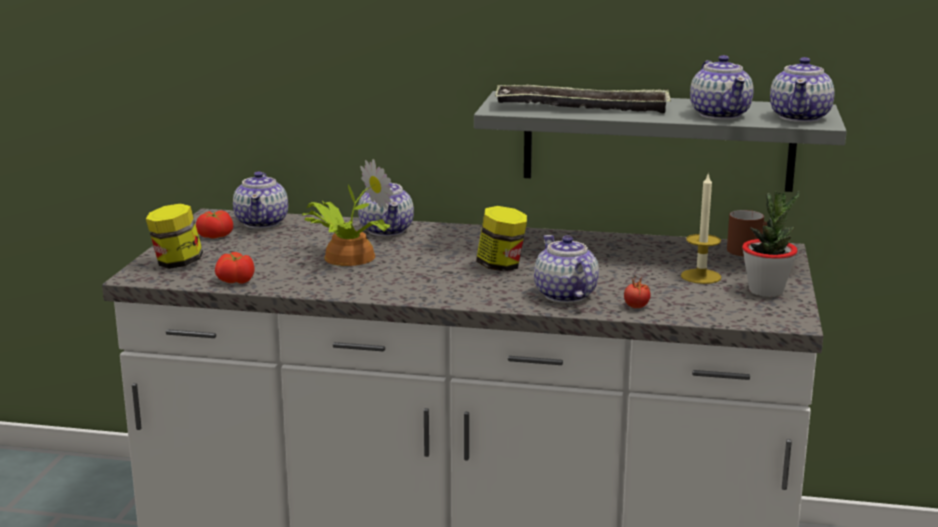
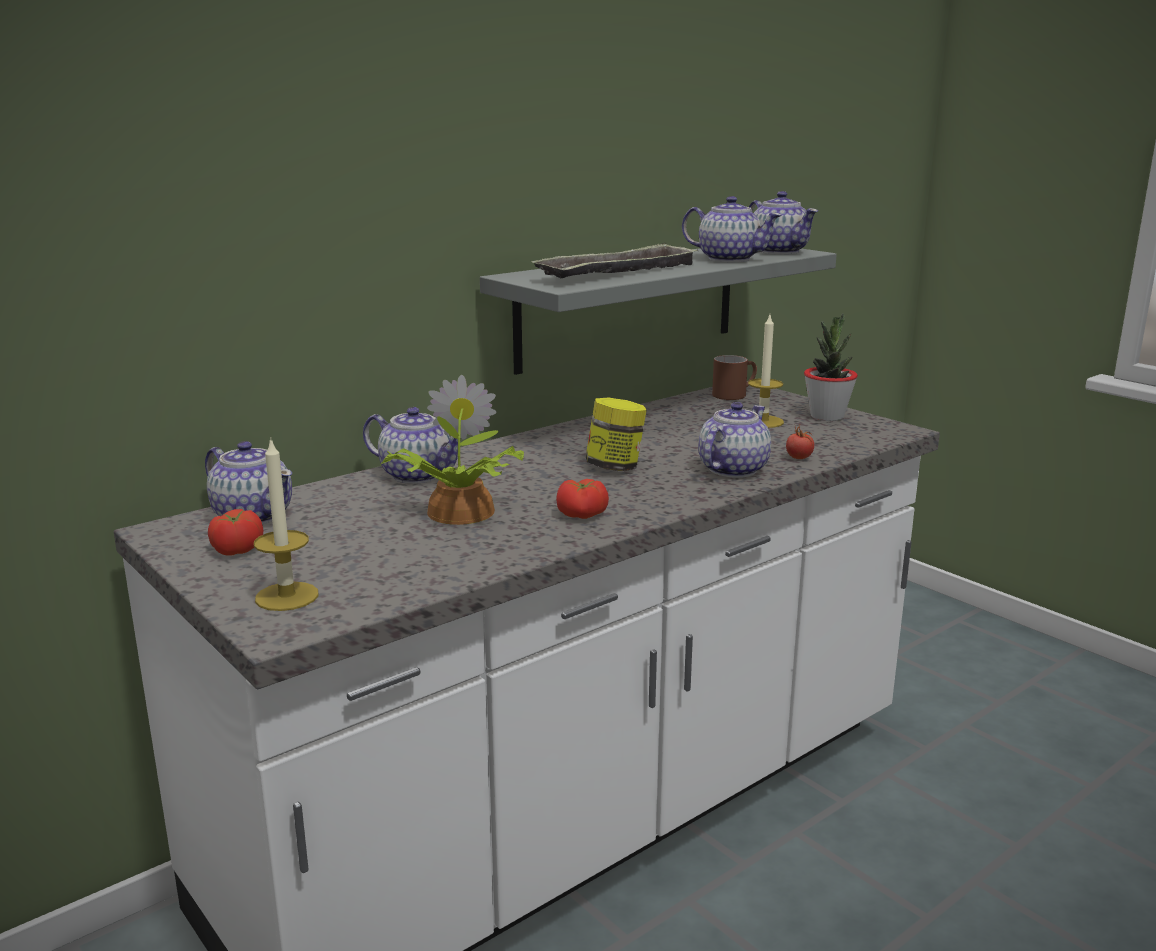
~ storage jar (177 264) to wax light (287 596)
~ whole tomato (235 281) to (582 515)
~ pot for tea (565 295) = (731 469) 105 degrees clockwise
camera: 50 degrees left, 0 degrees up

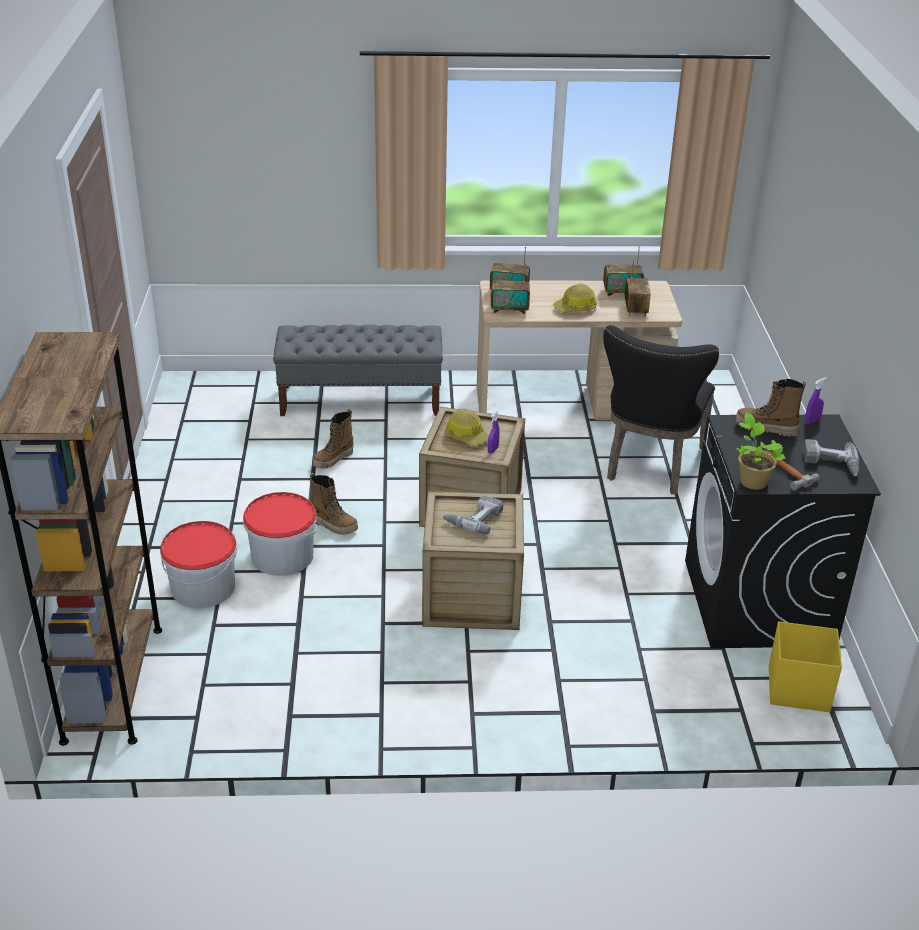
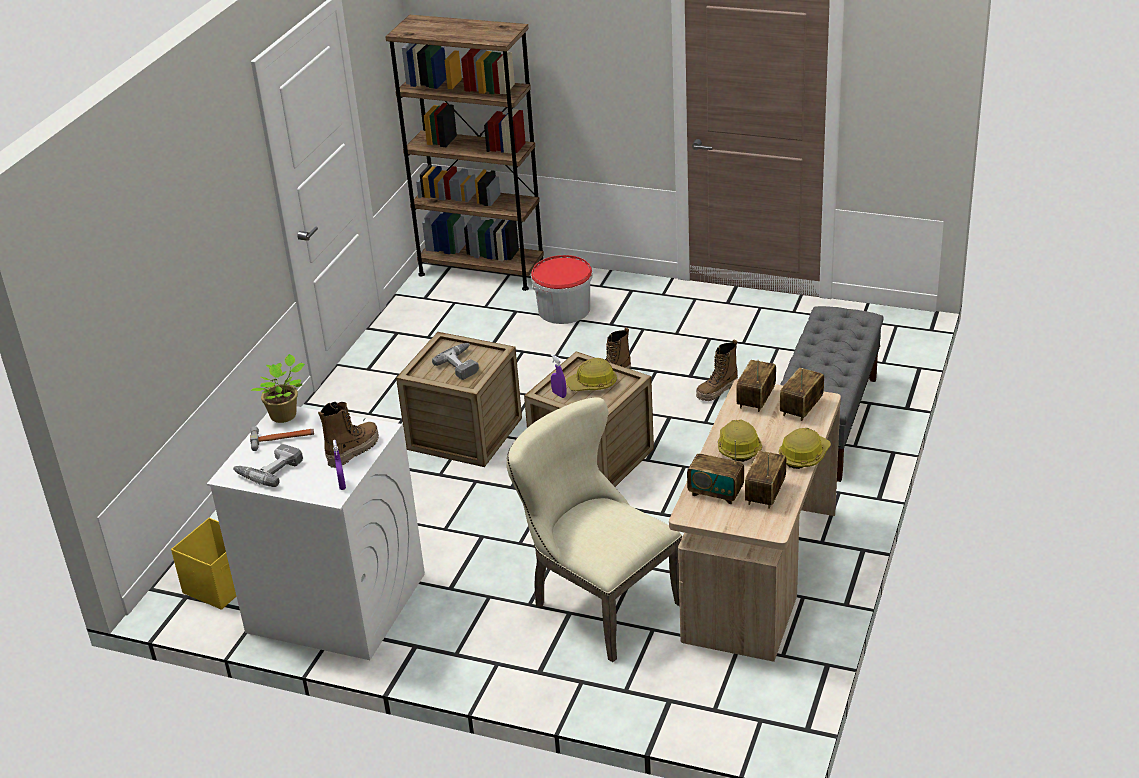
- pail (282 556)
~ high-top boot (333 459) = (717 391) 105 degrees counterclockwise
~ chair (black) (651 466) to chair (beige) (597 603)
~ laundry appliance (black) (759 603) to laundry appliance (white-coloured) (335 603)
+ hard hat (803 455)
camera: 115 degrees right, 0 degrees up

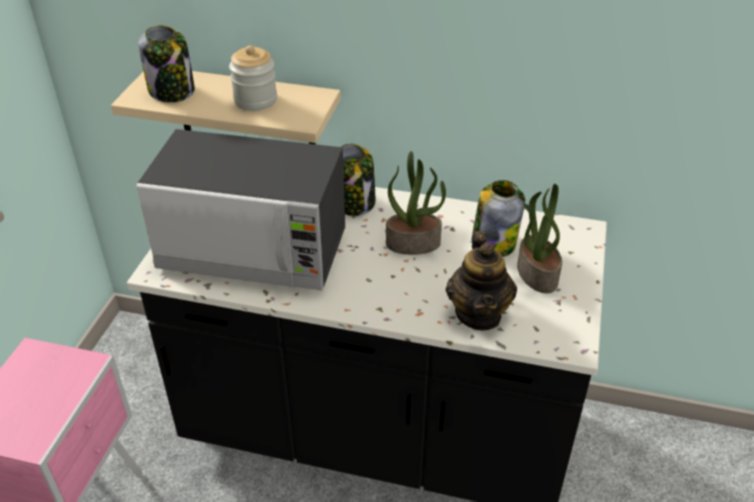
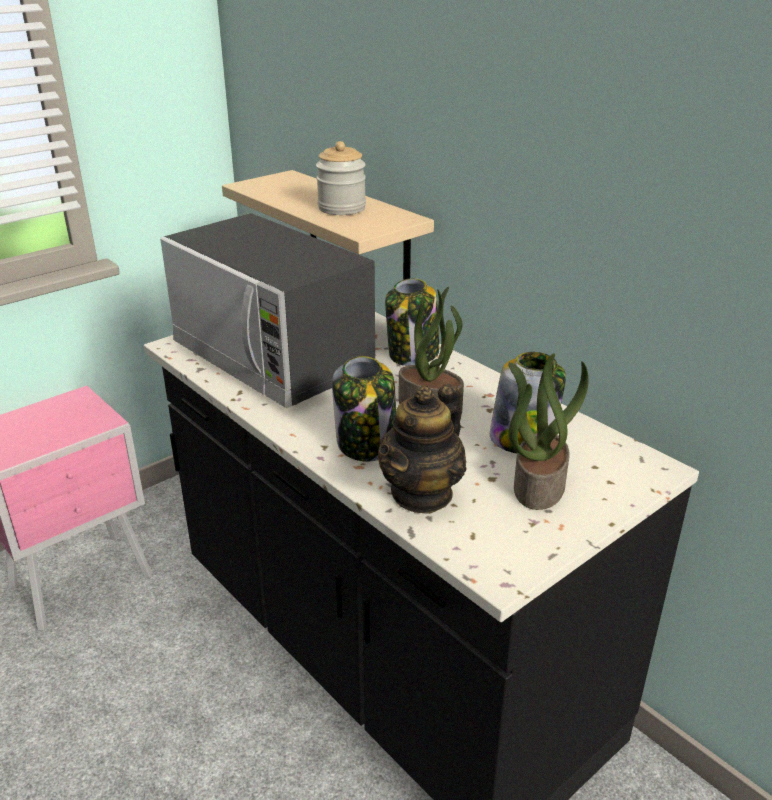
~ storage jar (172 91) to (367 444)
camera: 35 degrees right, 10 degrees down

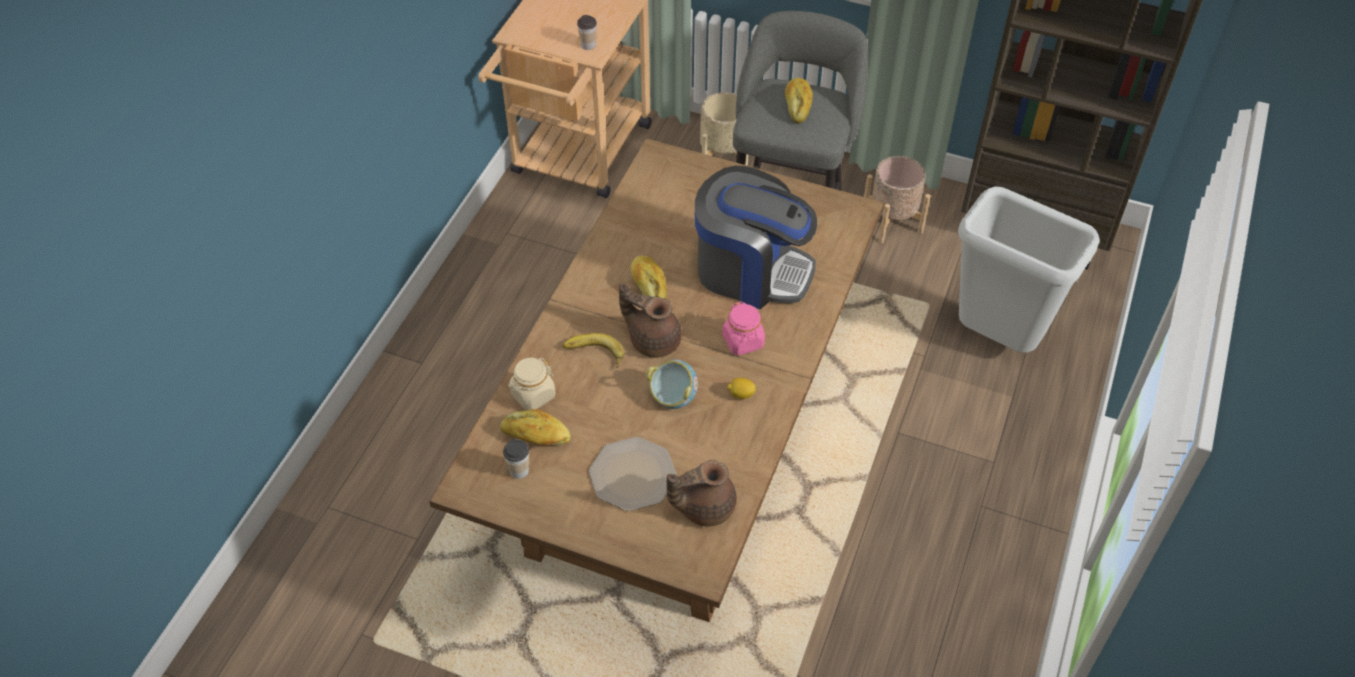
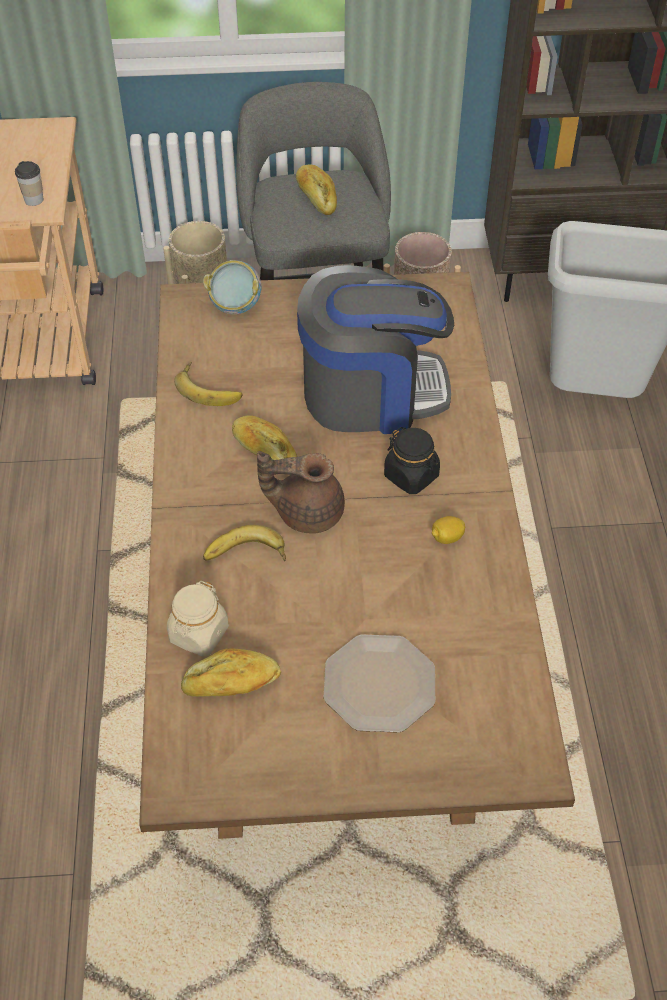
- drinking cup (519 470)
~ serving bowl (672 398) to (235 306)
- pot for tea (brown-coloured) (703 507)
~ storage jar (pink) (743 341) to storage jar (black) (411 476)
+ banana fruit (210 388)
camera: 25 degrees left, 0 degrees up

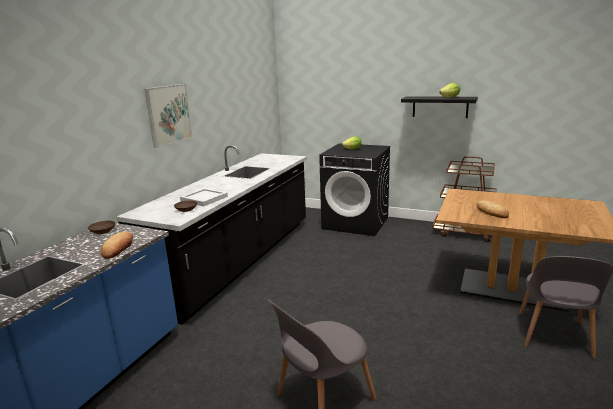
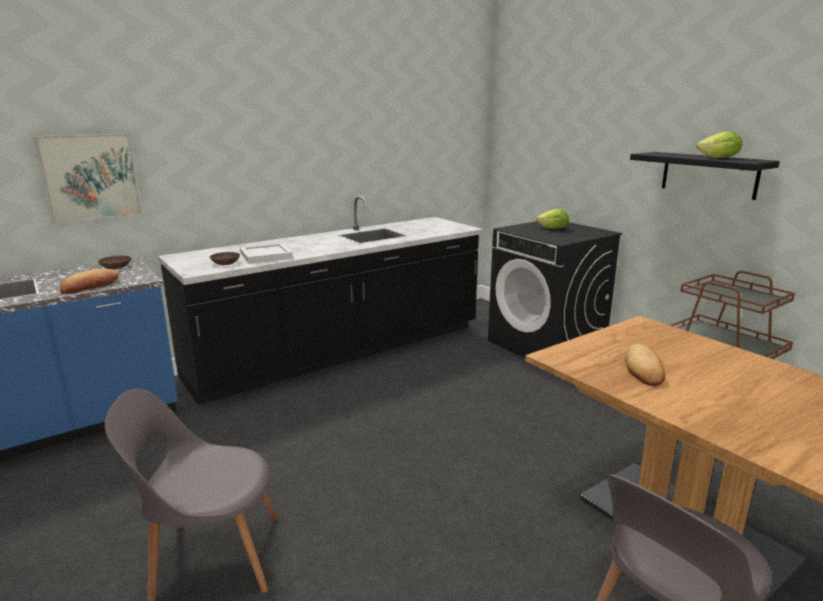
~ wall picture (168 114) to (90 177)
camera: 30 degrees right, 0 degrees up

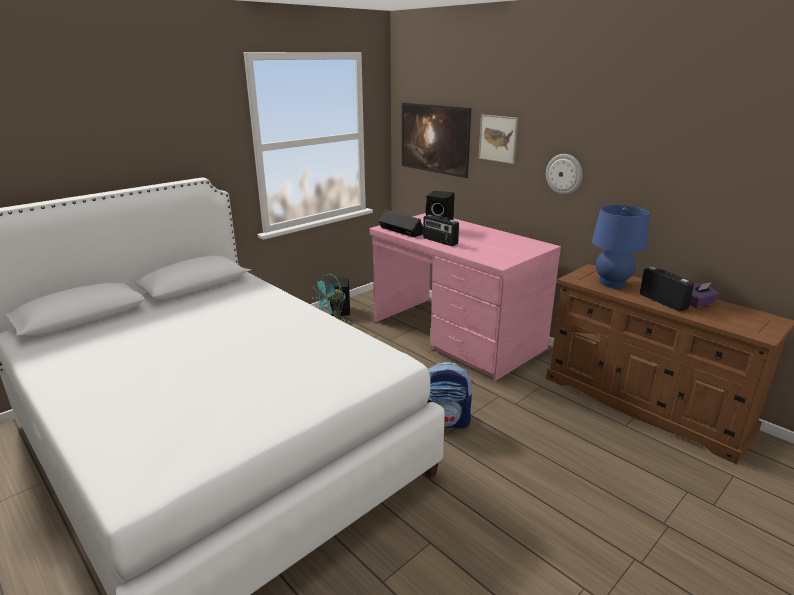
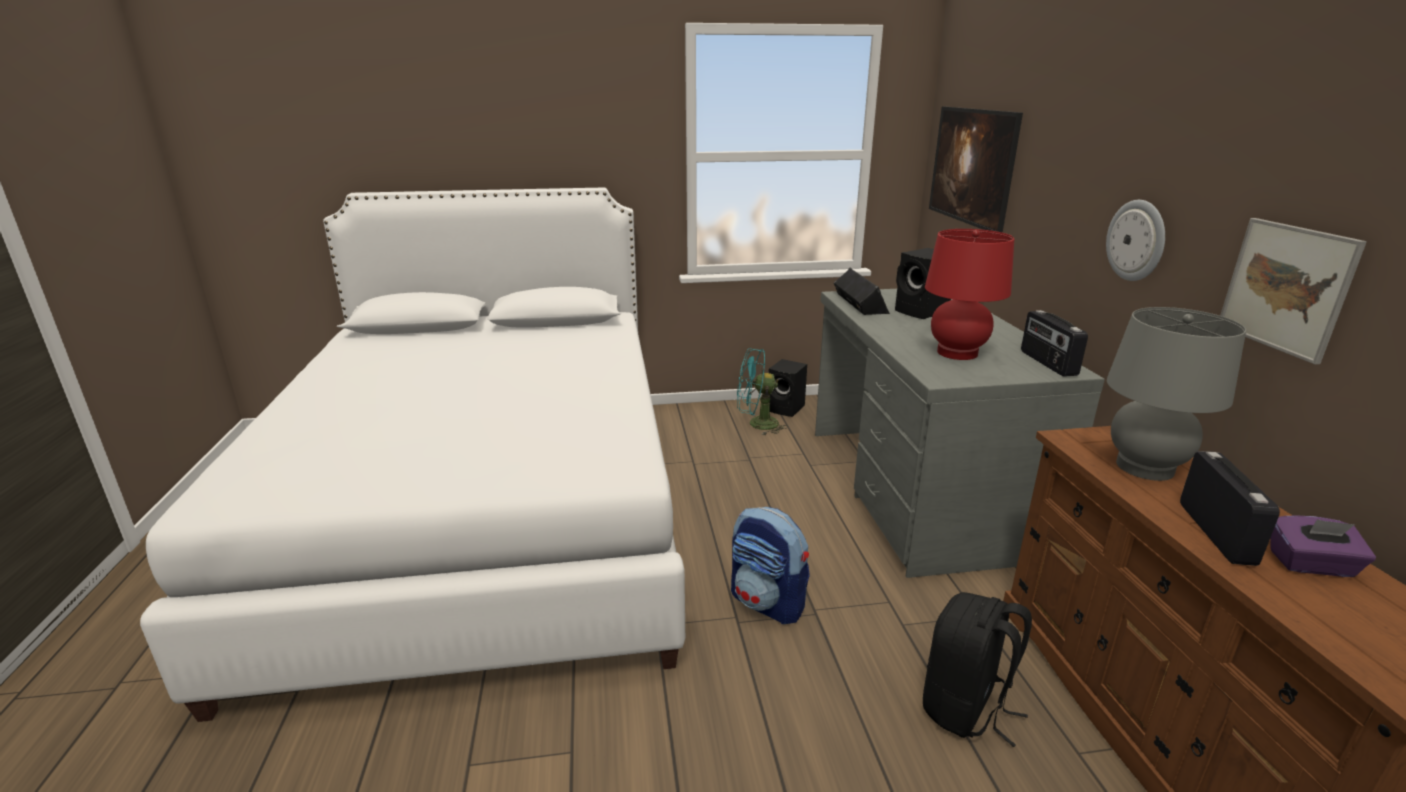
~ desk (pink) (456 335) to desk (greyish) (916 490)
~ radio set (439 241) to (1047 363)
~ wall picture (498 138) to (1286 288)
~ tabletop lamp (bluish) (612 283) to tabletop lamp (greyish) (1144 467)
+ rucksack (black) (966 708)
+ tabletop lamp (red) (957 353)
camera: 35 degrees right, 0 degrees up

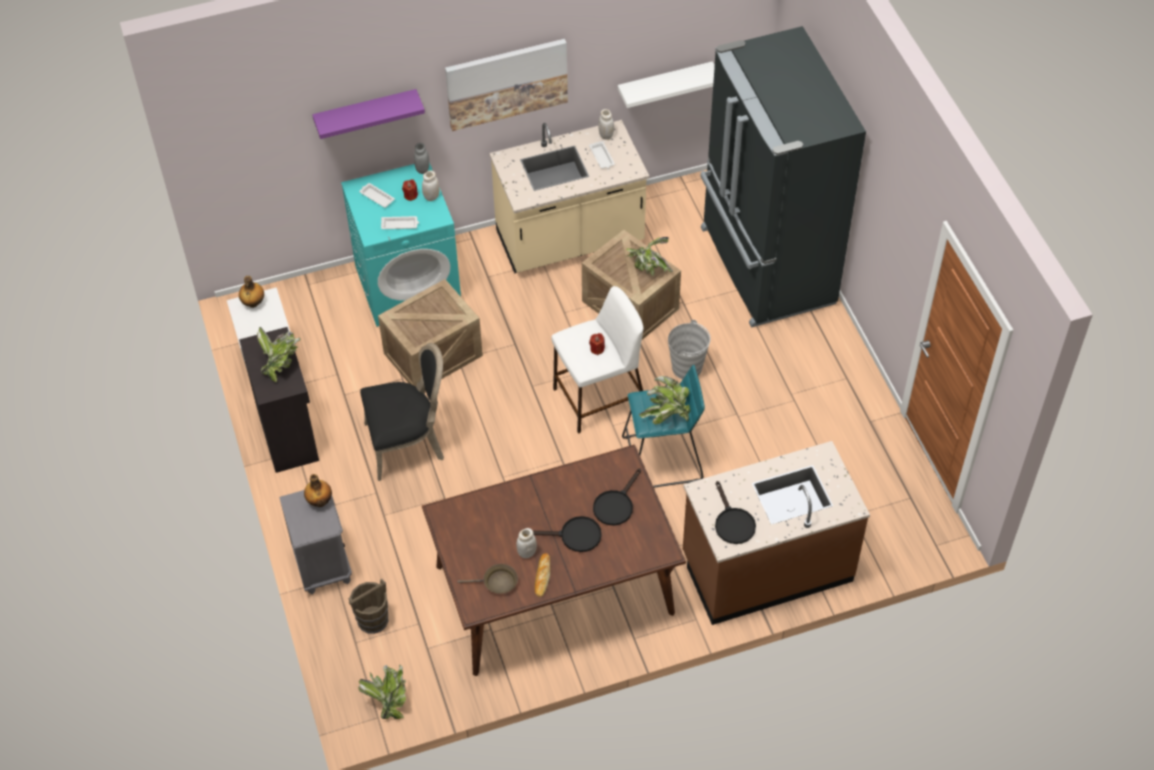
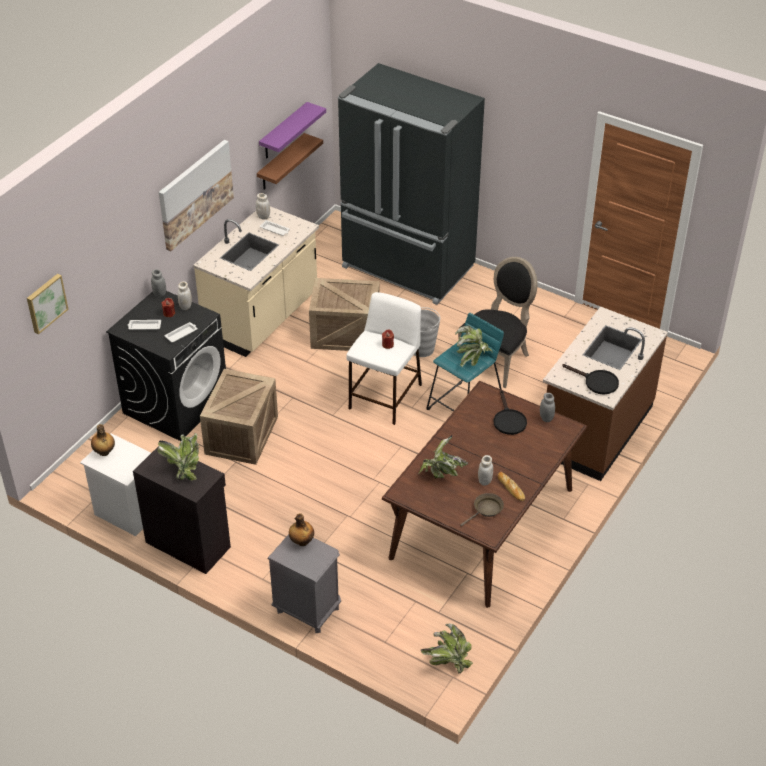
~ bracket shelf (purplish) (366 113) to (283 131)
~ laundry appliance (turquoise-coloured) (408 284) to laundry appliance (black) (176 403)
- pail (brown-coloured) (373 619)
~ chair (black) (408 443) to (496 359)
- skillet (black) (574 536)
~ bracket shelf (white-coloured) (664 84) to bracket shelf (brown-coloured) (281 163)
~ houseplant (647 268) to (441 474)
+ wall picture (45 303)
+ storage jar (greyish) (546 418)
camera: 40 degrees left, 10 degrees down

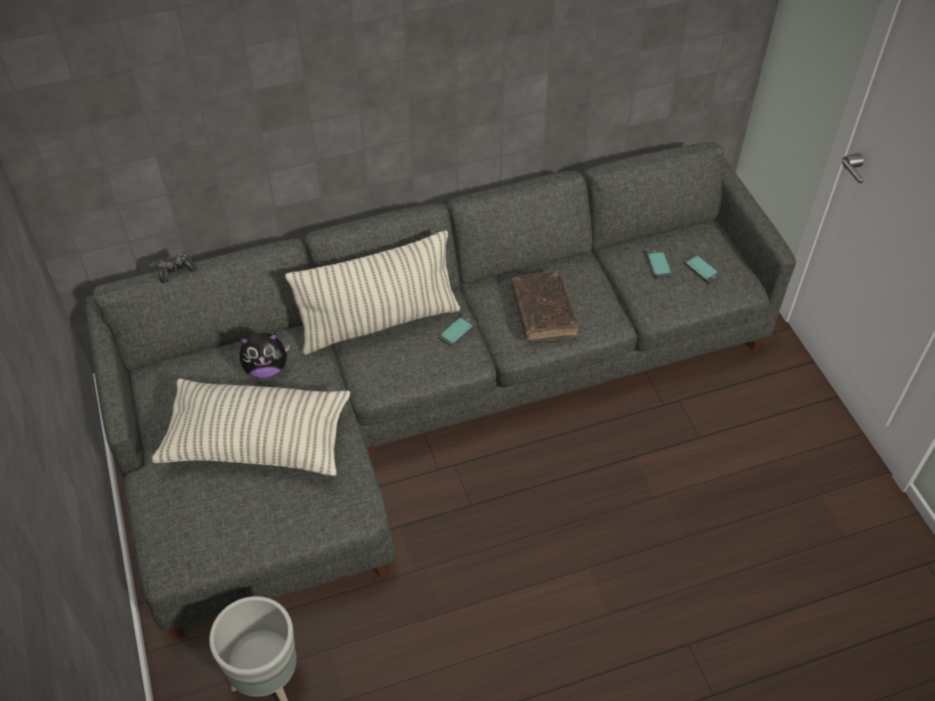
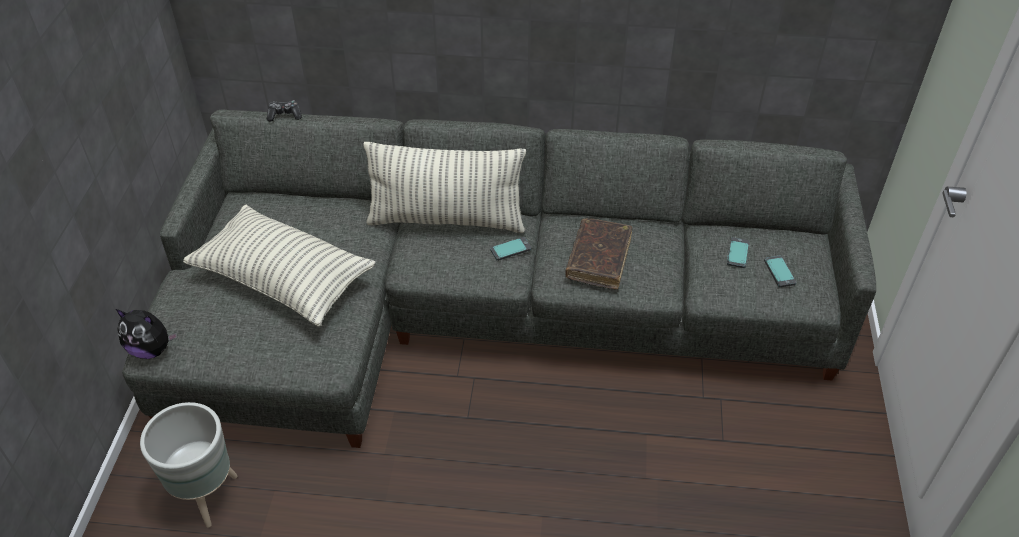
~ cuddly toy (266 369) to (151 349)
camera: 25 degrees right, 5 degrees down

